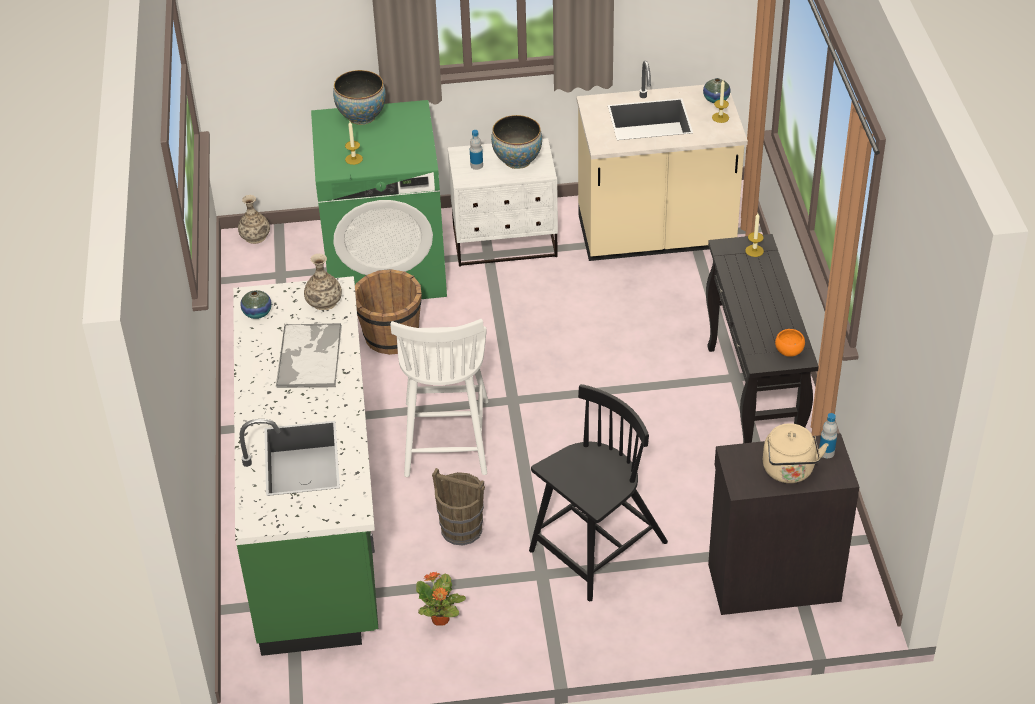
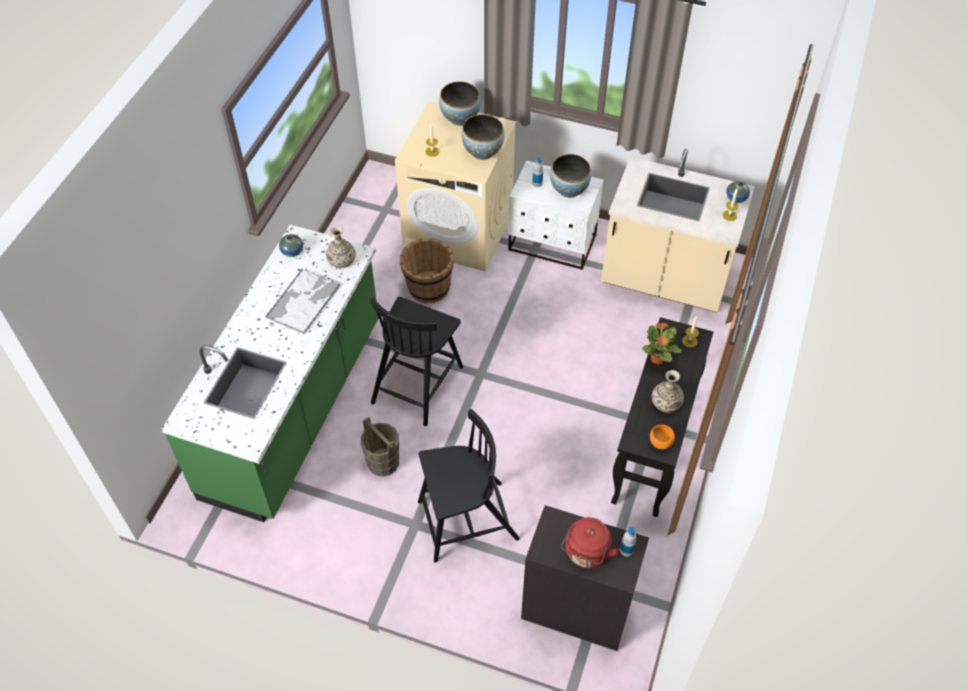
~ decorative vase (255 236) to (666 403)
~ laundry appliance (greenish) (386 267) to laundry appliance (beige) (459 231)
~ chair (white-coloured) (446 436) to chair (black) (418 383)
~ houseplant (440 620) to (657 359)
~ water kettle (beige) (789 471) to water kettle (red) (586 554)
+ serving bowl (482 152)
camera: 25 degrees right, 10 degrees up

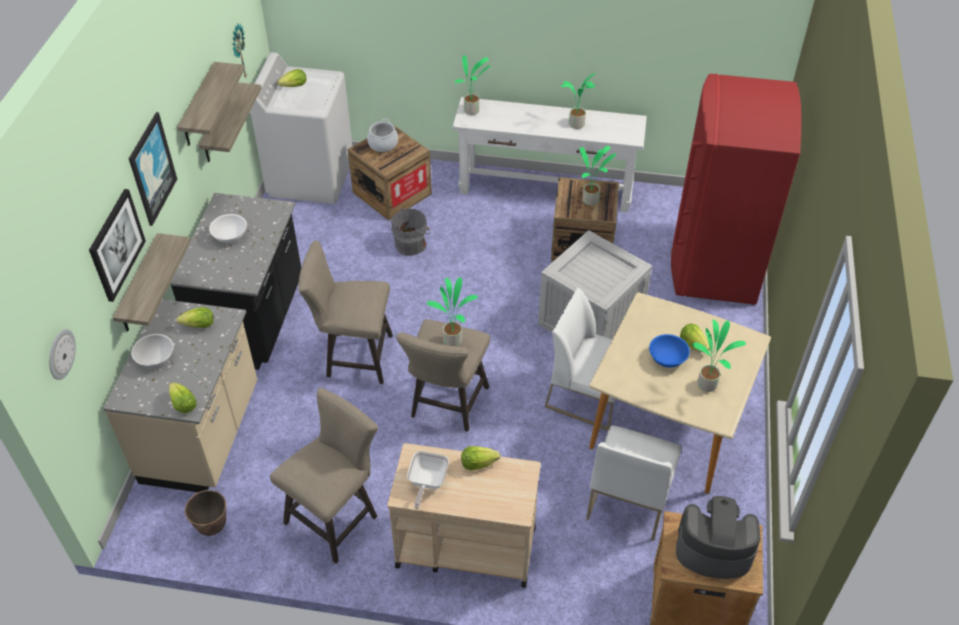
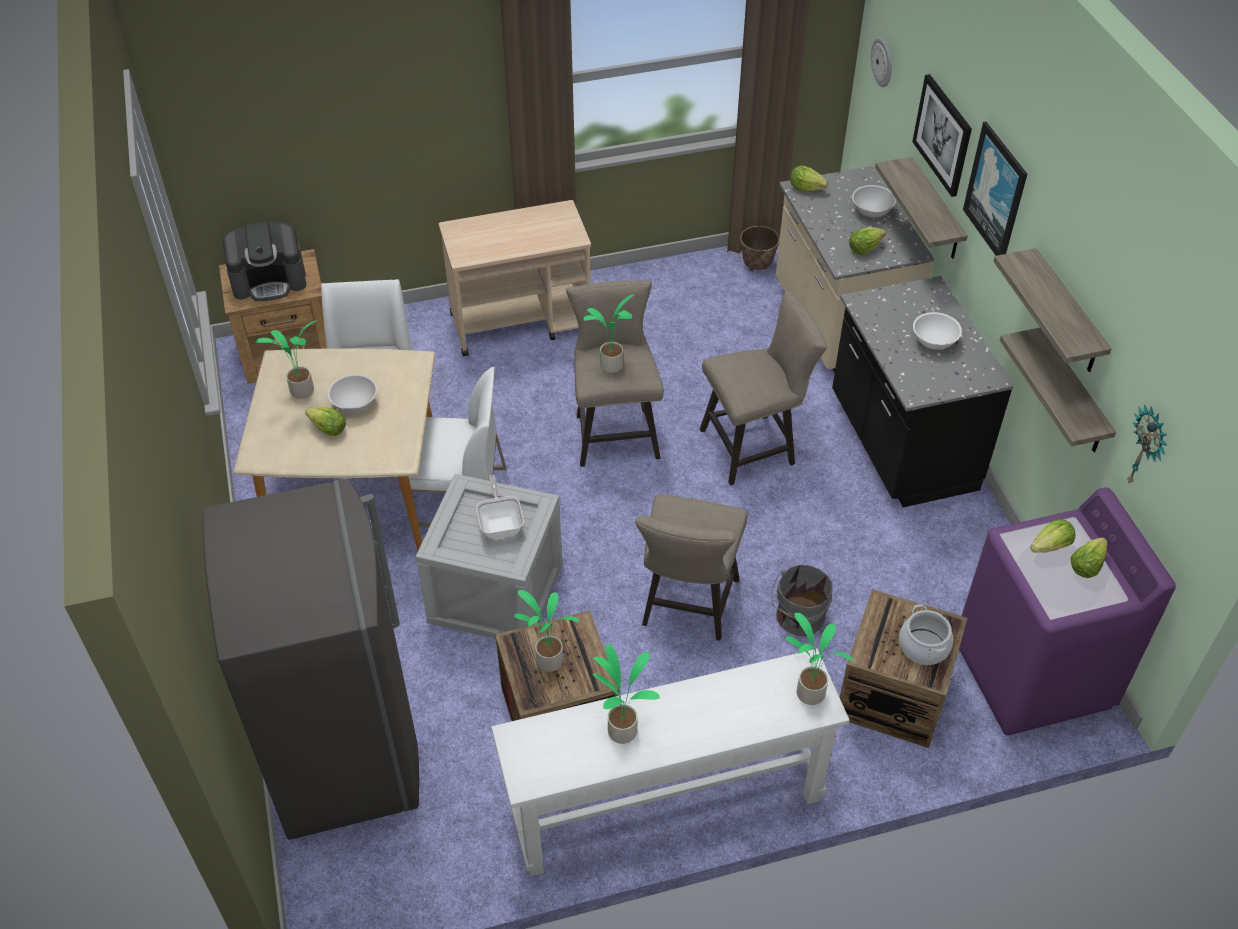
~ laundry appliance (white-coloured) (311 177) to laundry appliance (purplish) (1033 675)
~ stool seat (beige) (336 516) to (687 608)
~ skillet (427 483) to (501 523)
~ lettuce head (478 463) to (1050 547)
~ serving bowl (bluish) (667 359) to serving bowl (white-coloured) (355 403)
~ fridge (red) (714 265) to fridge (greyish) (345 752)
camera: 155 degrees right, 0 degrees up

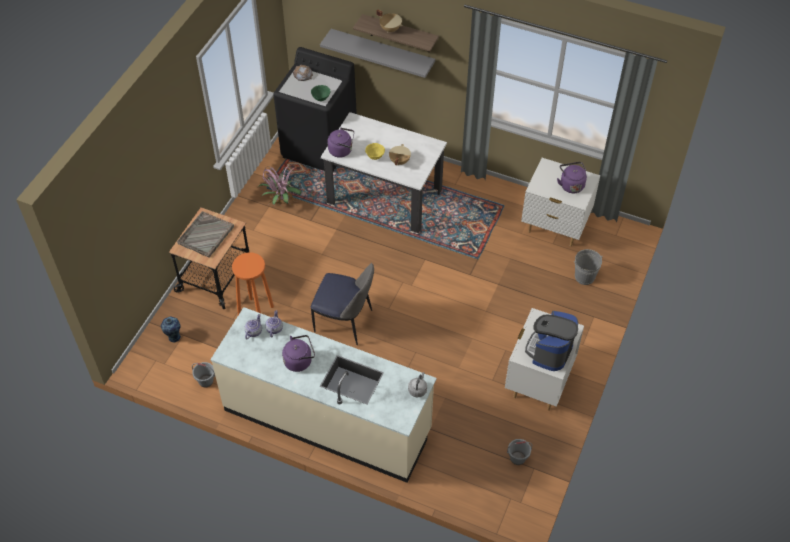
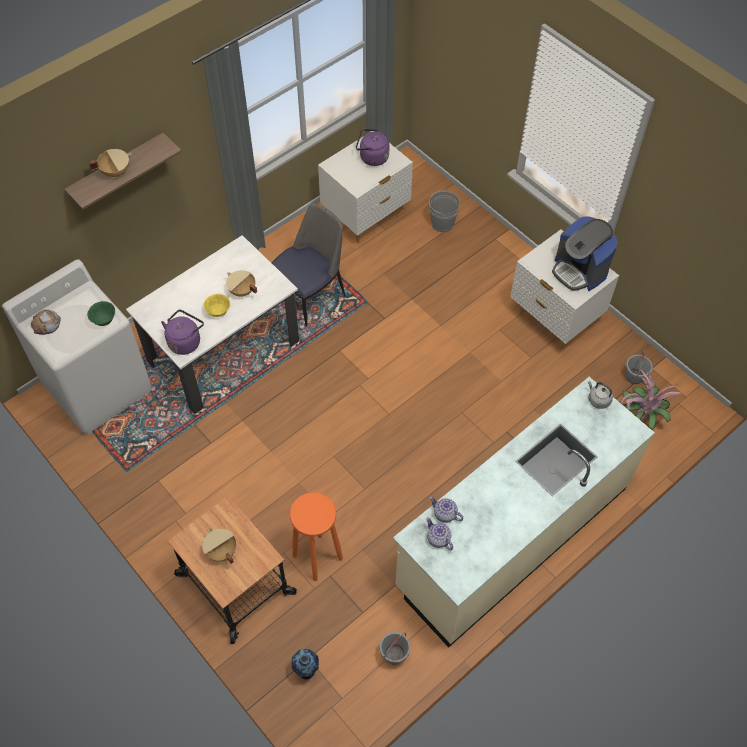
~ carrying tray (greyish) (205 235) to stockpot (beige) (221 551)
~ houseplant (280 201) to (638 419)
~ laundry appliance (black) (319 146) to laundry appliance (white-coloured) (98 387)
- water kettle (purplish) (299 361)
~ chair (345 322) to (310 296)
- bracket shelf (greyish) (382 52)
camera: 65 degrees left, 5 degrees up

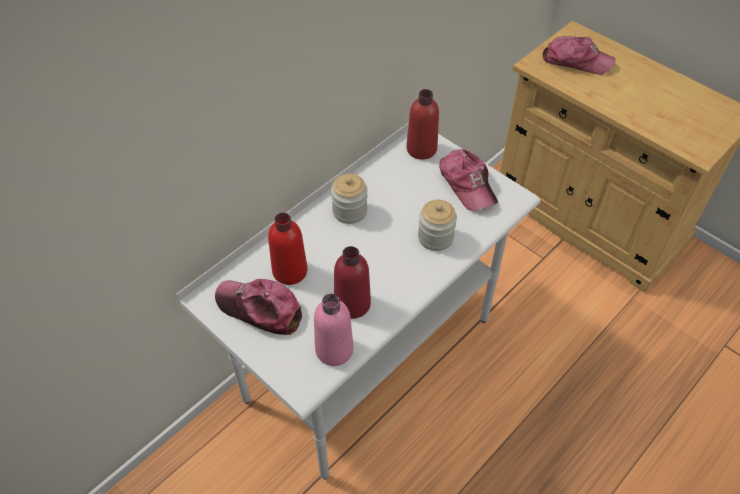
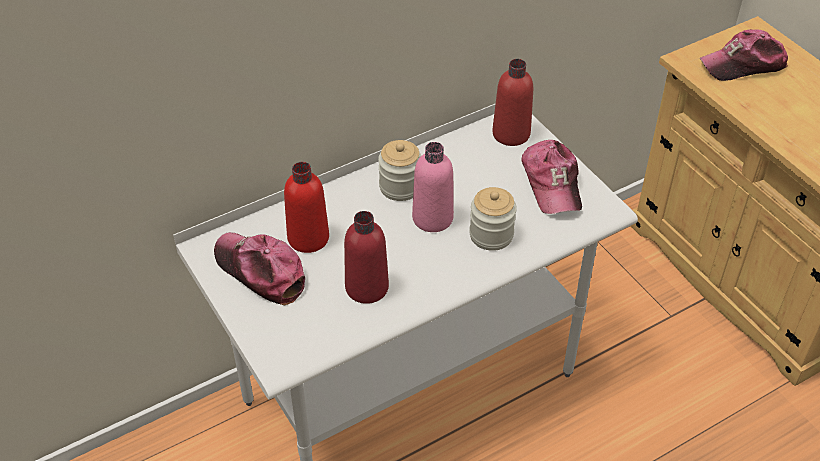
~ beverage bottle (pink) (334 350) to (432 218)
~ peaked cap (576 61) = (743 65) 135 degrees clockwise
camera: 15 degrees right, 5 degrees down

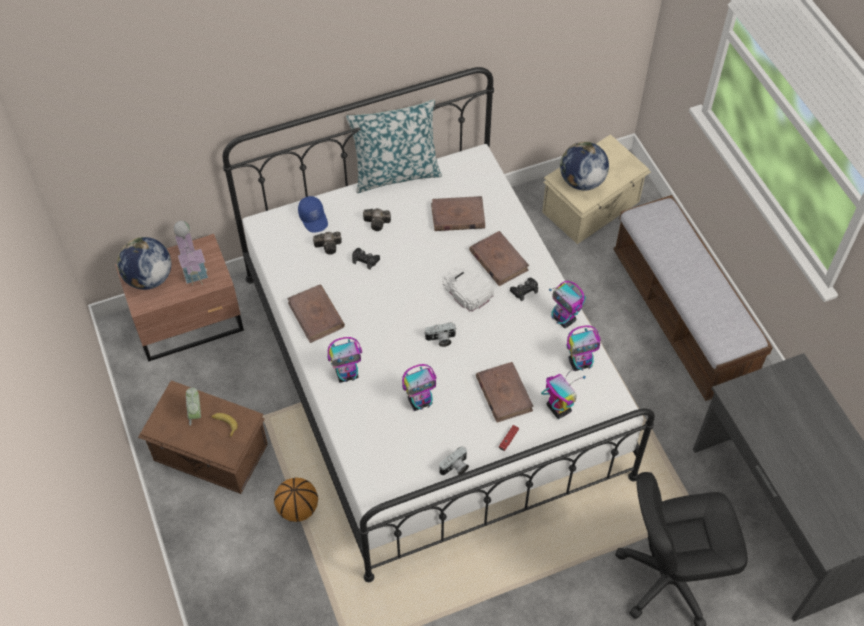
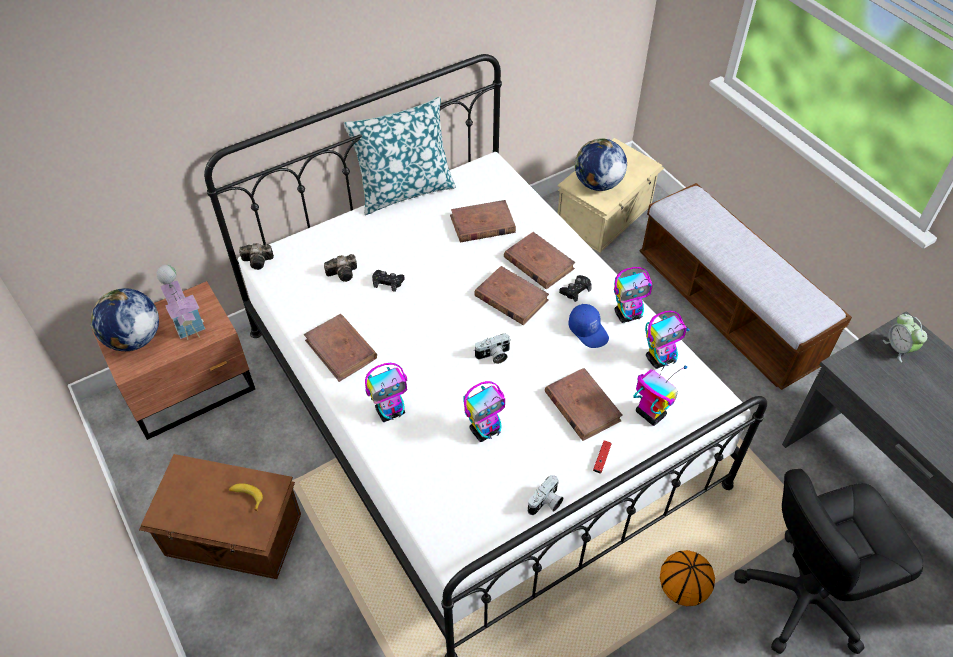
~ table clock (195 414) to (898 348)
~ basketball (297 508) to (681 588)
~ peaked cap (bluish) (314 218) to (588 331)
~ still camera (378 223) to (259 261)
~ peaked cap (white-coloured) (467 289) to bound book (brown-coloured) (511 298)
~ toy robot (564 319) = (628 314) 60 degrees counterclockwise
camera: 10 degrees left, 5 degrees down

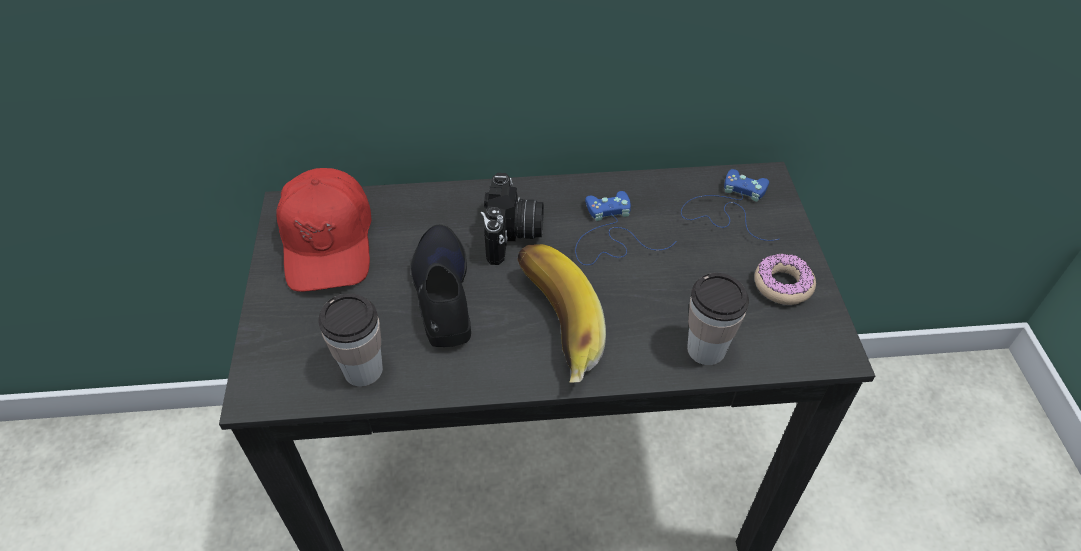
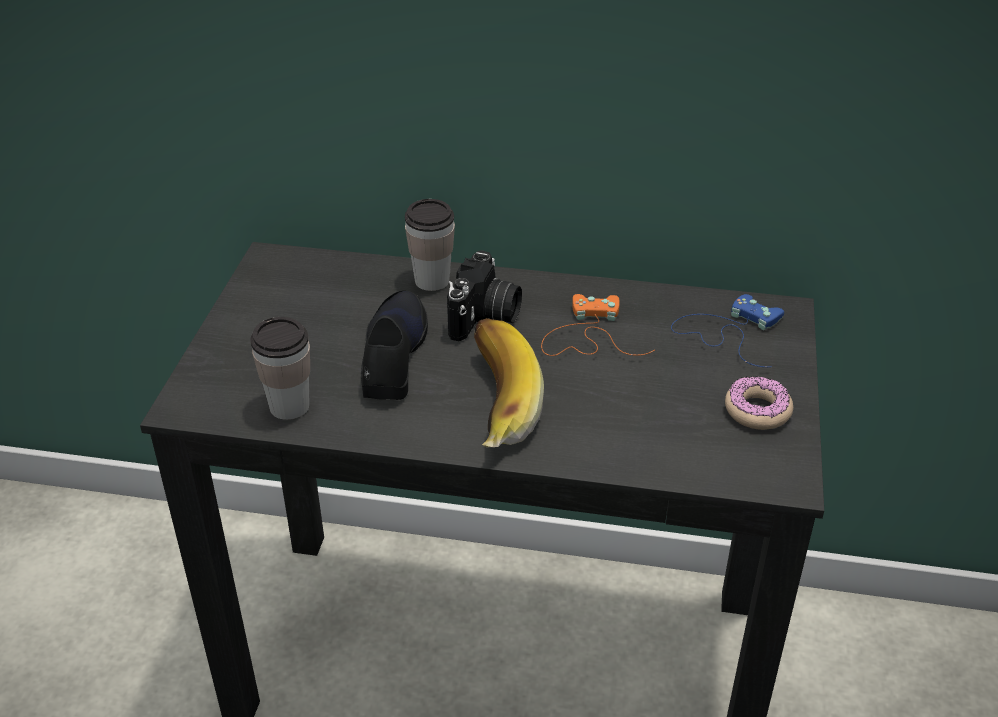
- peaked cap (red) (329 242)
~ gamepad (bluish) (610 235) to gamepad (orange-coloured) (588 334)
~ drinking cup (706 349) to (432 280)
camera: 15 degrees right, 10 degrees down

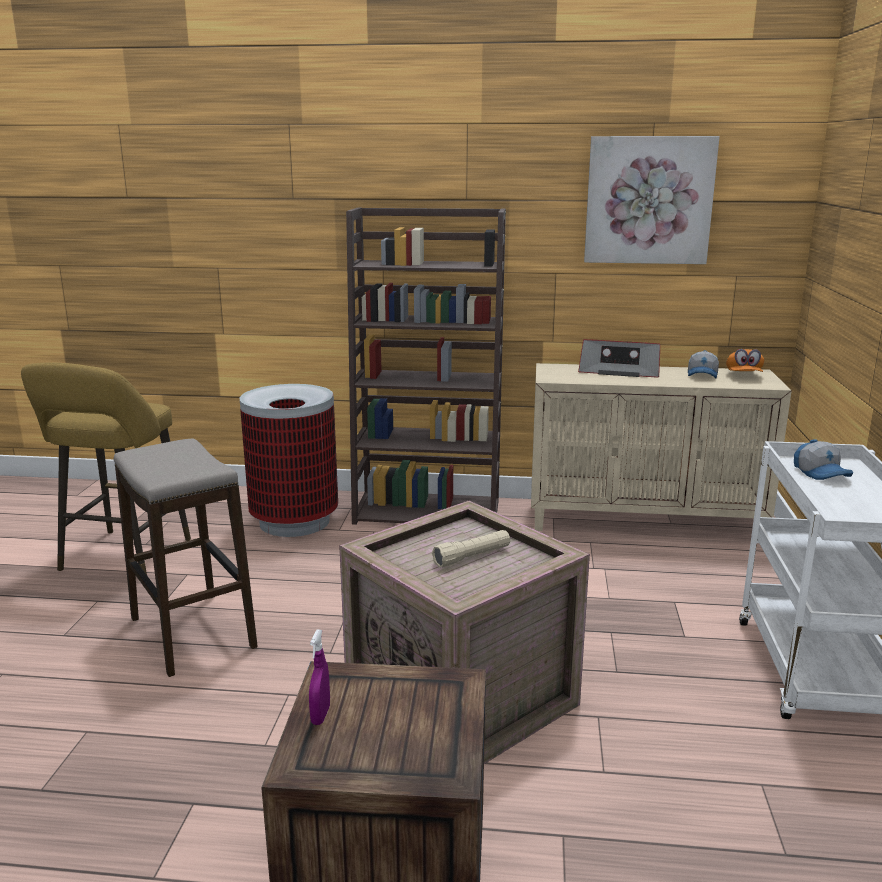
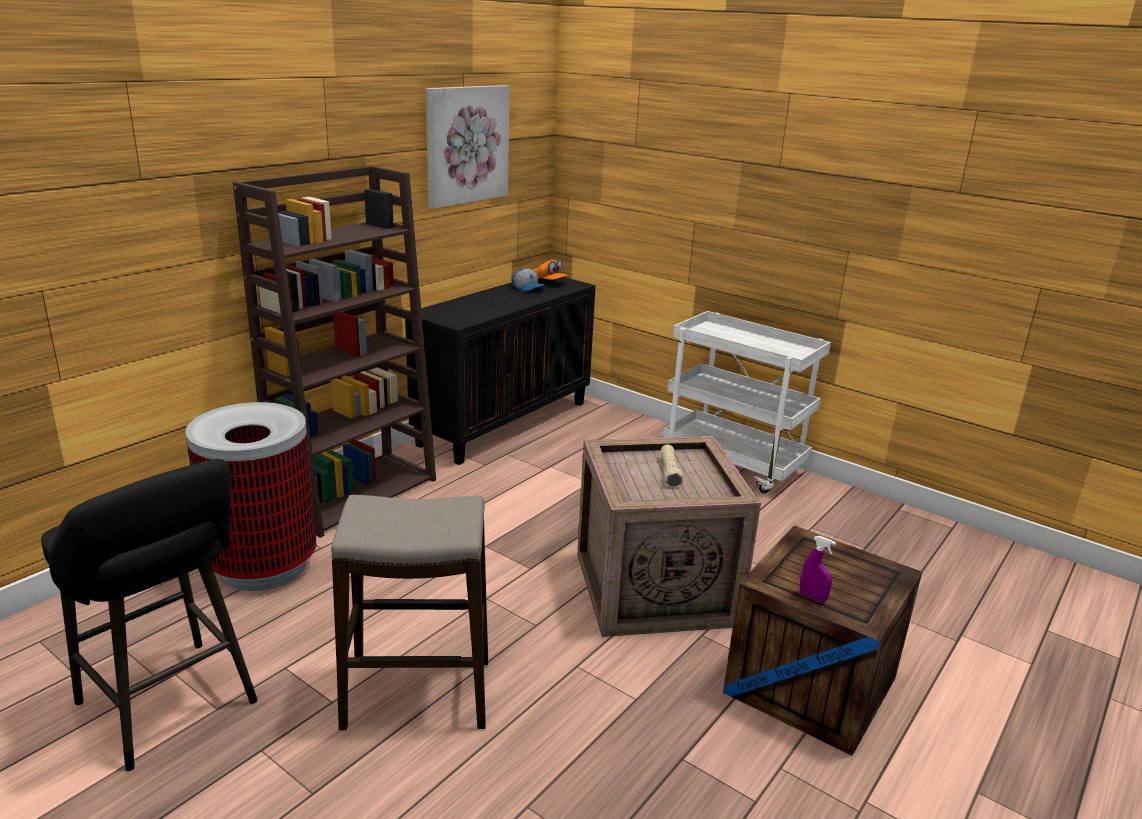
~ stool seat (yellowish) (122 557) to stool seat (black) (172 707)
~ cabinet (beige) (644 521) to cabinet (black) (504 423)
- radio set (619 371)
- peaked cap (822 473)
camera: 60 degrees left, 5 degrees up

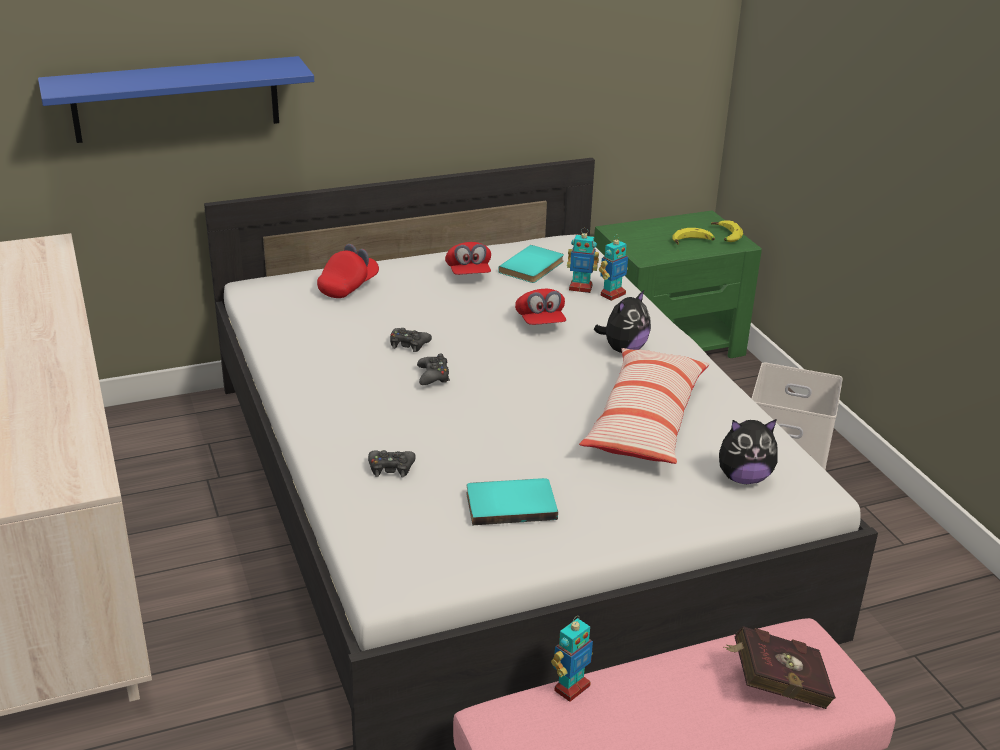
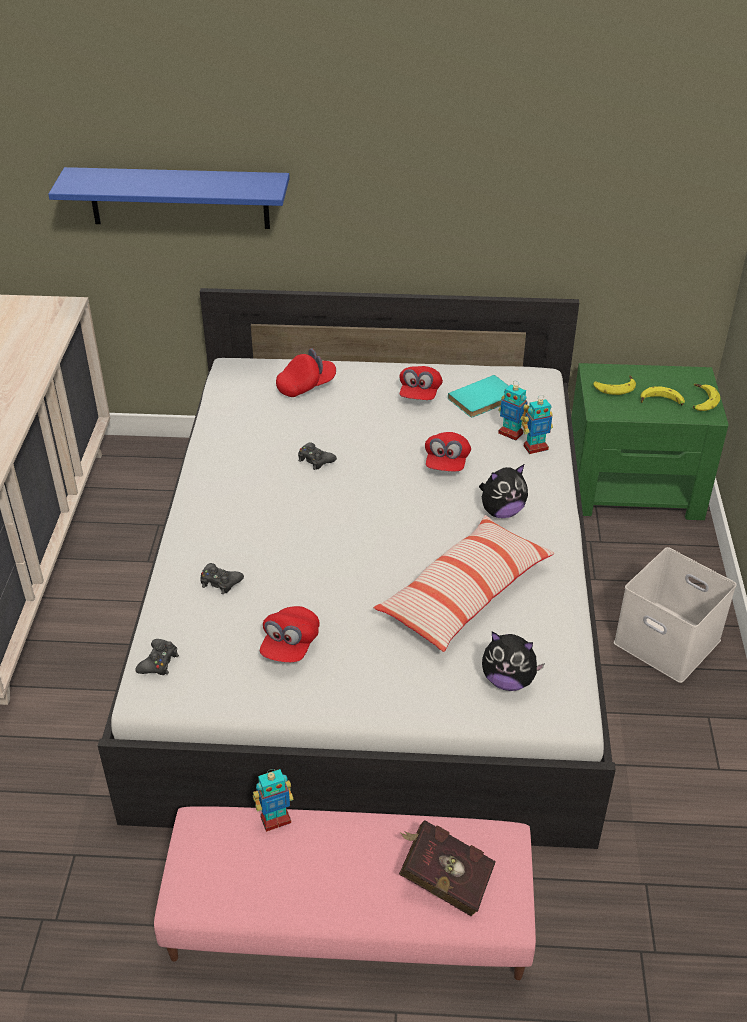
~ gamepad (black) (433 376) to (159 662)
~ bound book (turquoise-coloured) (510 503) to peaked cap (red) (290 645)
+ banana fruit (614 387)
camera: 25 degrees right, 10 degrees up

